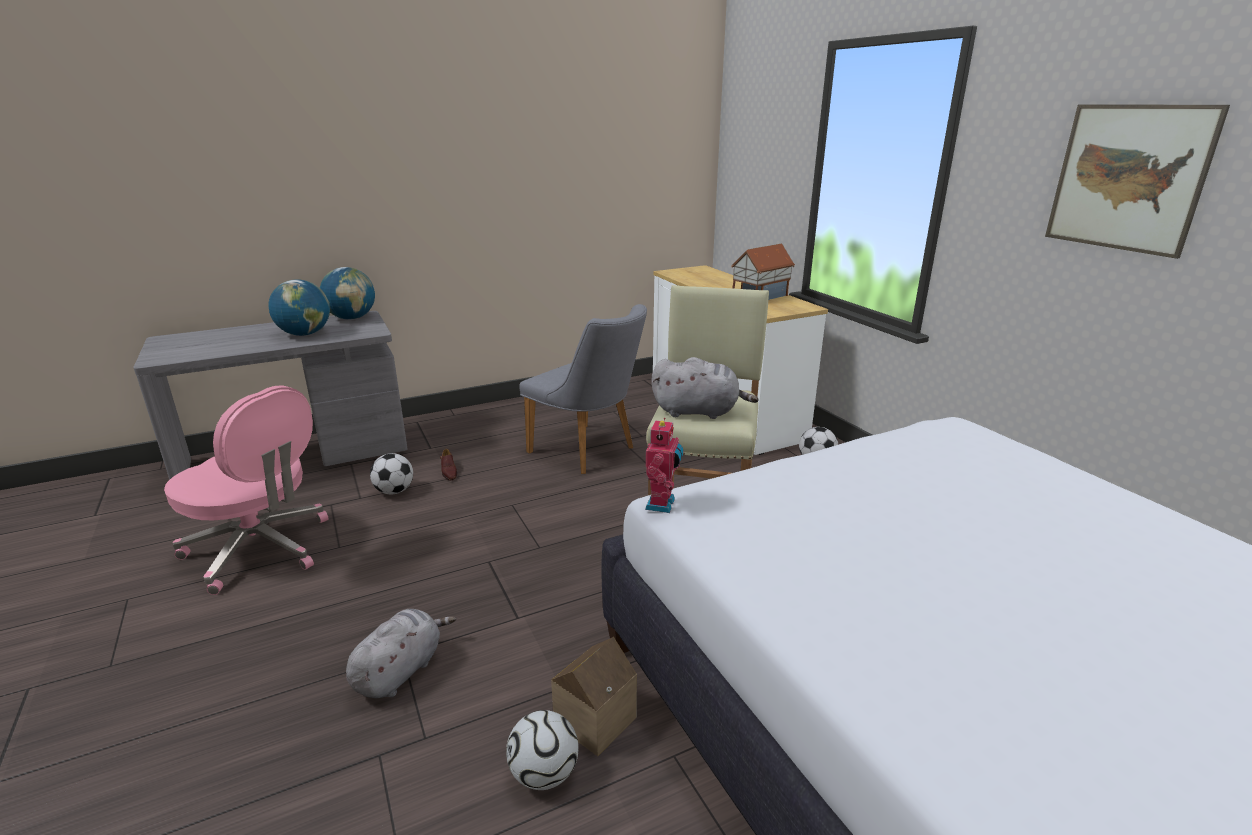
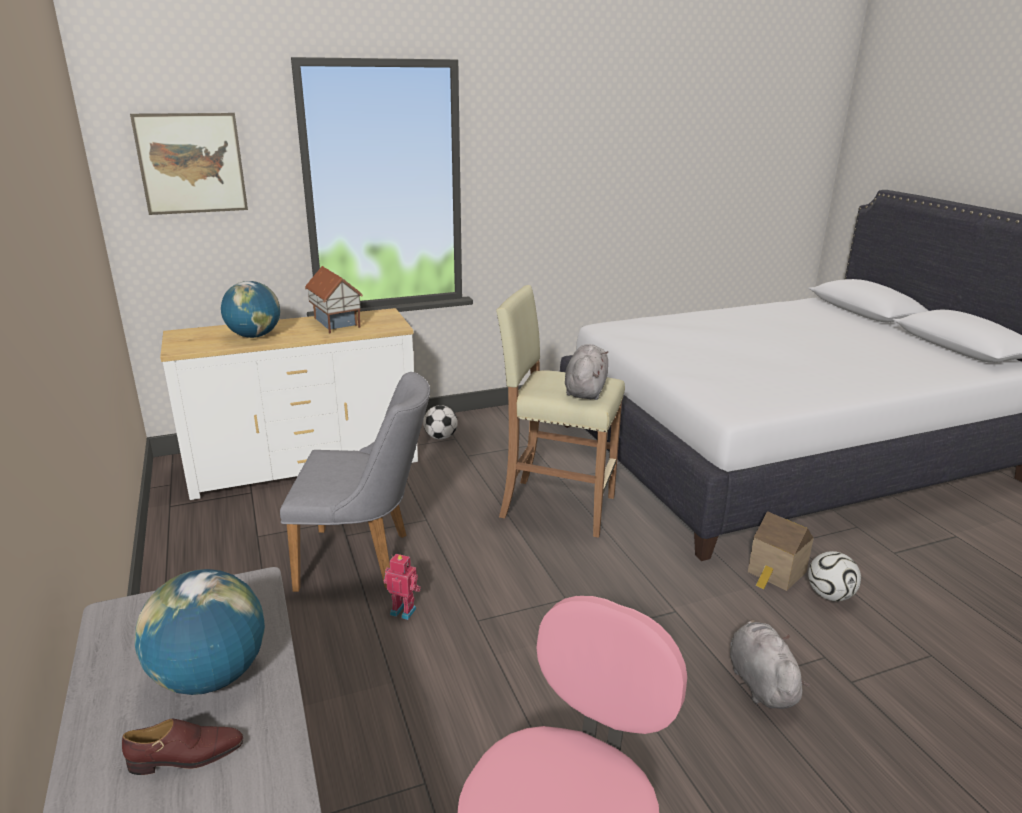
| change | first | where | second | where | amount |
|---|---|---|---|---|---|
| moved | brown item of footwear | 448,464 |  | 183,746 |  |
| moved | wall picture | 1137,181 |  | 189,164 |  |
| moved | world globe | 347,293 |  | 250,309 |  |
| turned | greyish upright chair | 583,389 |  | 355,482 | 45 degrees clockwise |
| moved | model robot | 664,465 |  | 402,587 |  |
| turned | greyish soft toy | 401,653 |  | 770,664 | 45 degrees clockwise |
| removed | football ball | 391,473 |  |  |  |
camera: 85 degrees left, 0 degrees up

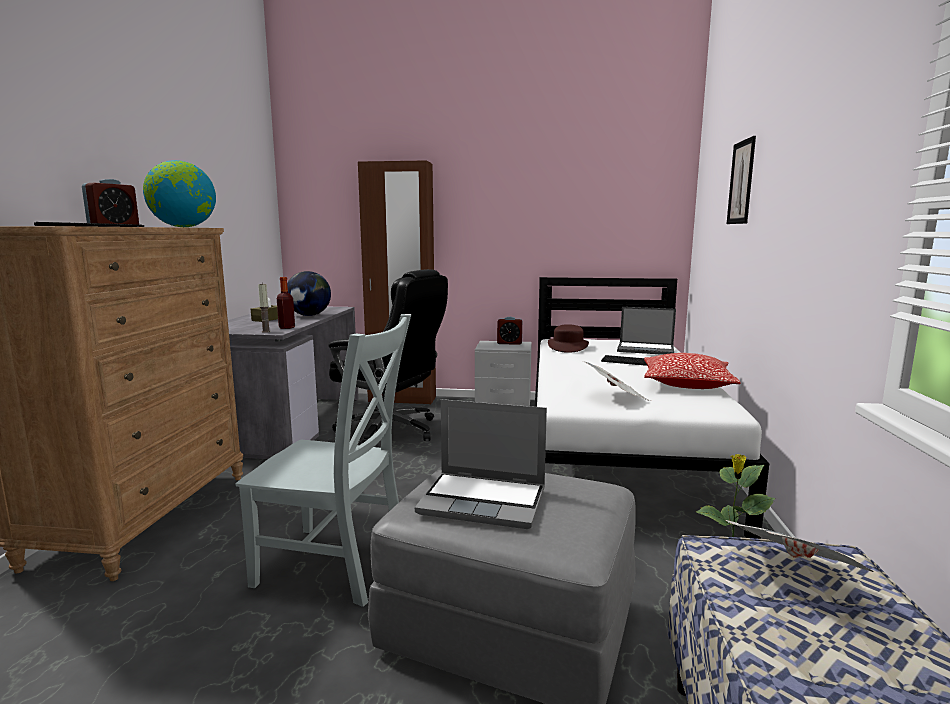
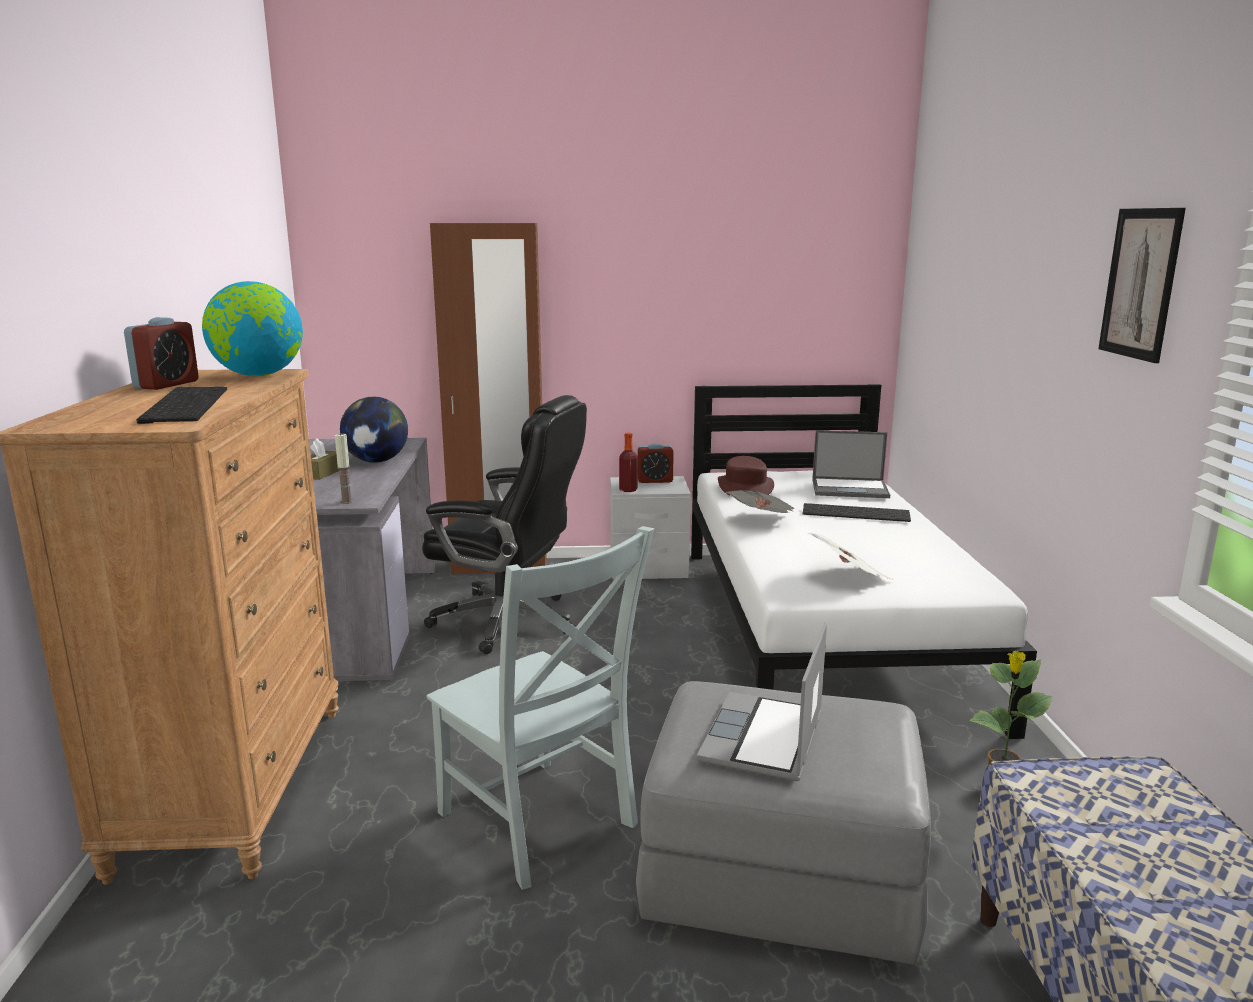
| change | first | where | second | where | amount |
|---|---|---|---|---|---|
| turned | greyish upright chair | 323,460 |  | 540,708 | 45 degrees clockwise |
| moved | drink bottle | 286,303 |  | 628,462 |  |
| turned | laptop | 481,464 |  | 762,702 | 105 degrees clockwise |
| moved | newspaper | 800,546 |  | 759,501 |  |
| moved | wall picture | 741,180 |  | 1142,285 |  |
| removed | throw pillow | 692,371 |  |  |  |
camera: 10 degrees left, 5 degrees up

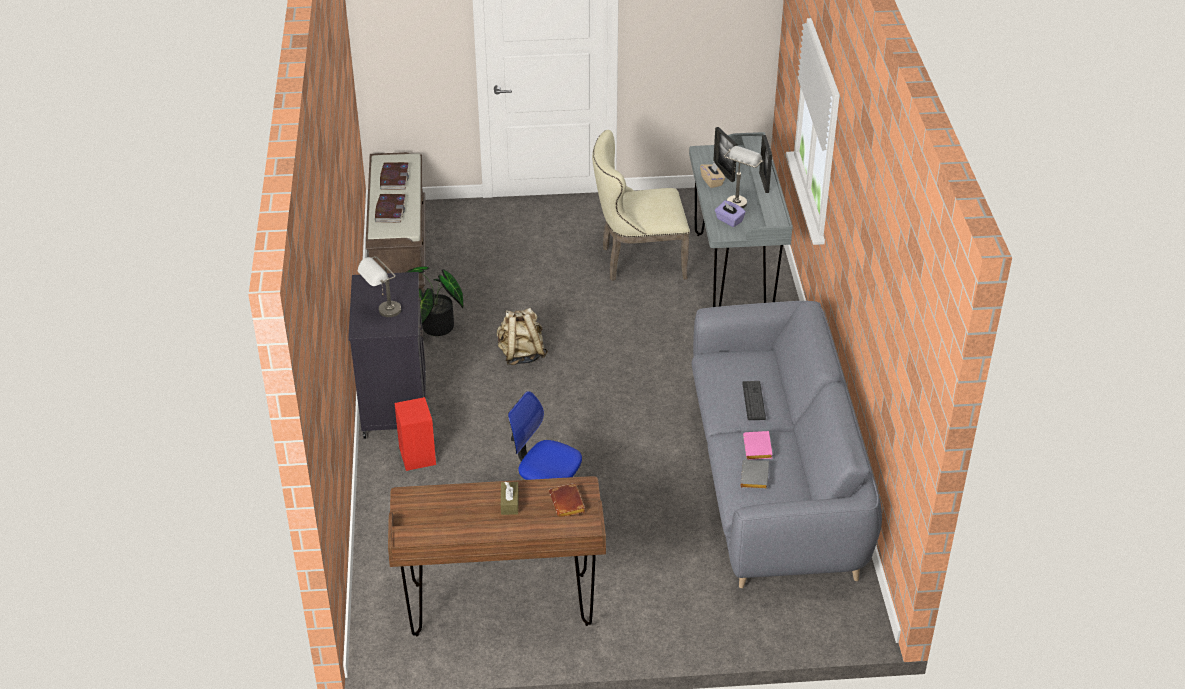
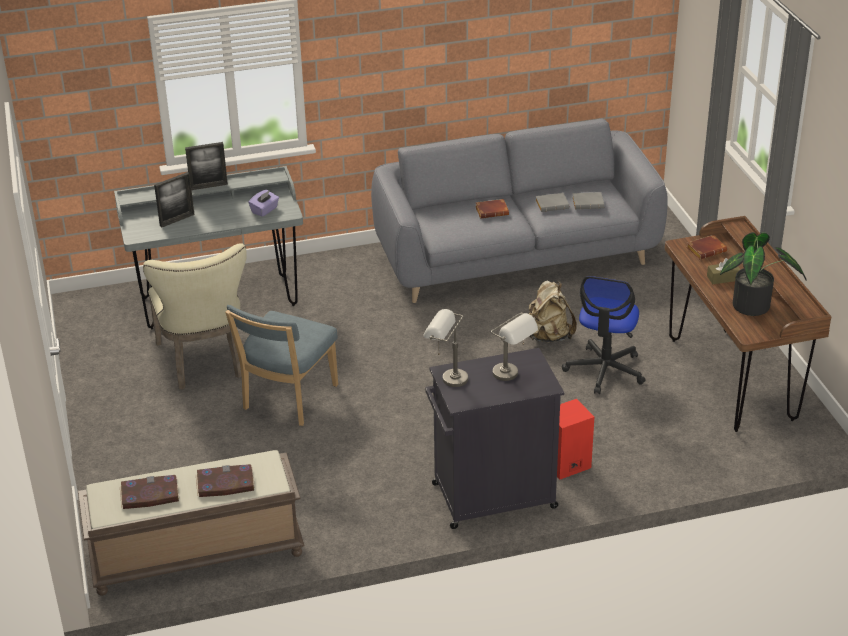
| change | first | where | second | where | amount |
|---|---|---|---|---|---|
| added |  |  | bluish upright chair | 281,365 |  |
| moved | greyish lamp for a table | 743,177 |  | 445,348 |  |
| replaced | computer keyboard | 754,400 | brown bound book | 492,208 |  |
| moved | sand-coloured backpack | 522,336 |  | 553,311 |  |
| recoloured | pinkish bound book | 758,445 | greyish bound book | 552,202 |  |
| moved | plant in a pot | 435,301 |  | 763,274 |  |
| removed | sand-coloured box of tissues | 712,175 |  |  |  |
camera: 100 degrees left, 5 degrees down

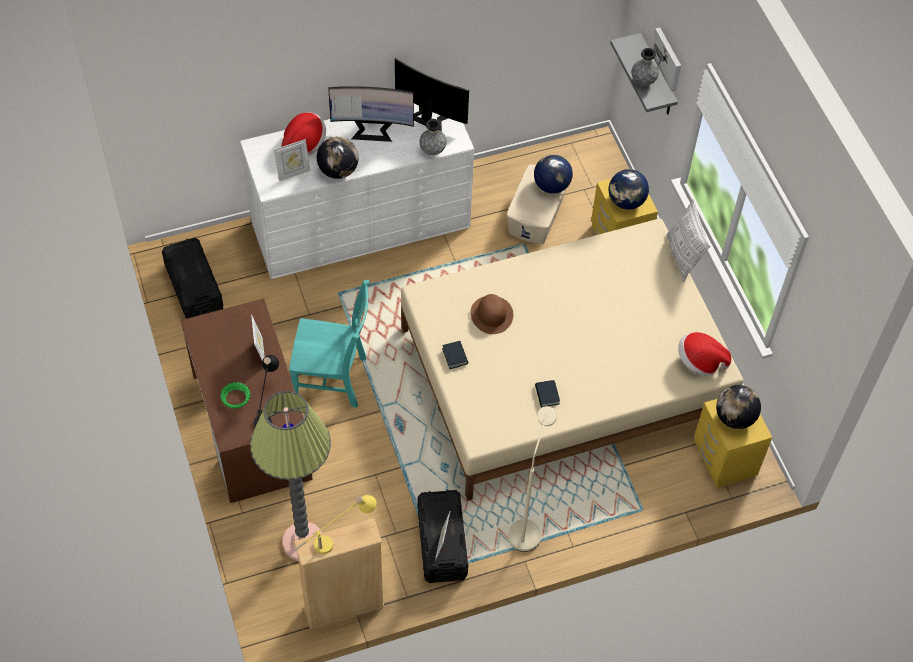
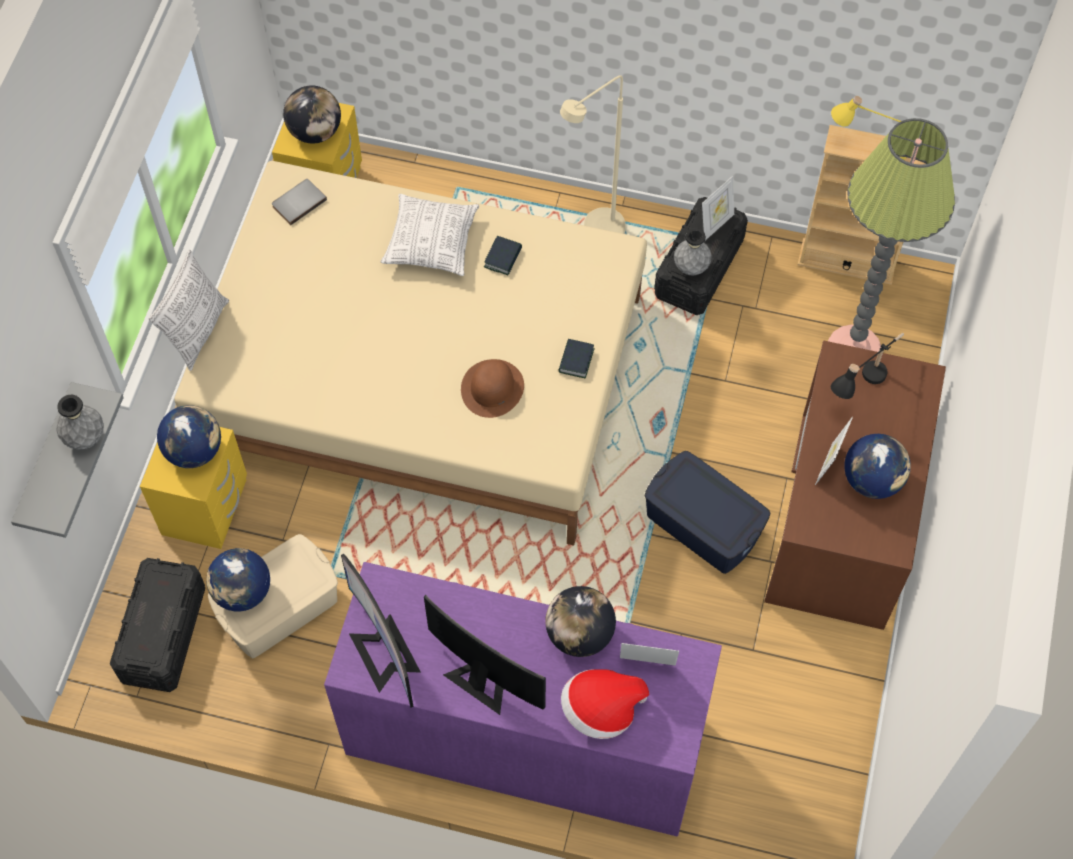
| change | first | where | second | where | amount |
|---|---|---|---|---|---|
| moved | black-coloured storage box | 192,278 |  | 157,625 |  |
| replaced | wearable hat | 704,354 | greyish bound book | 299,202 |  |
| recoloured | whitish chest of drawers | 357,191 | purplish chest of drawers | 523,699 |  |
| added |  |  | throw pillow | 430,235 |  |
| replaced | turquoise-coloured upright chair | 329,344 | bluish storage box | 707,512 |  |
| moved | greyish vase | 433,137 |  | 693,252 |  |
| added |  |  | world globe | 877,466 |  |
| removed | green serving bowl | 235,395 |  |  |  |
| removed | wall picture | 666,59 |  |  |  |
camera: 145 degrees left, 5 degrees up

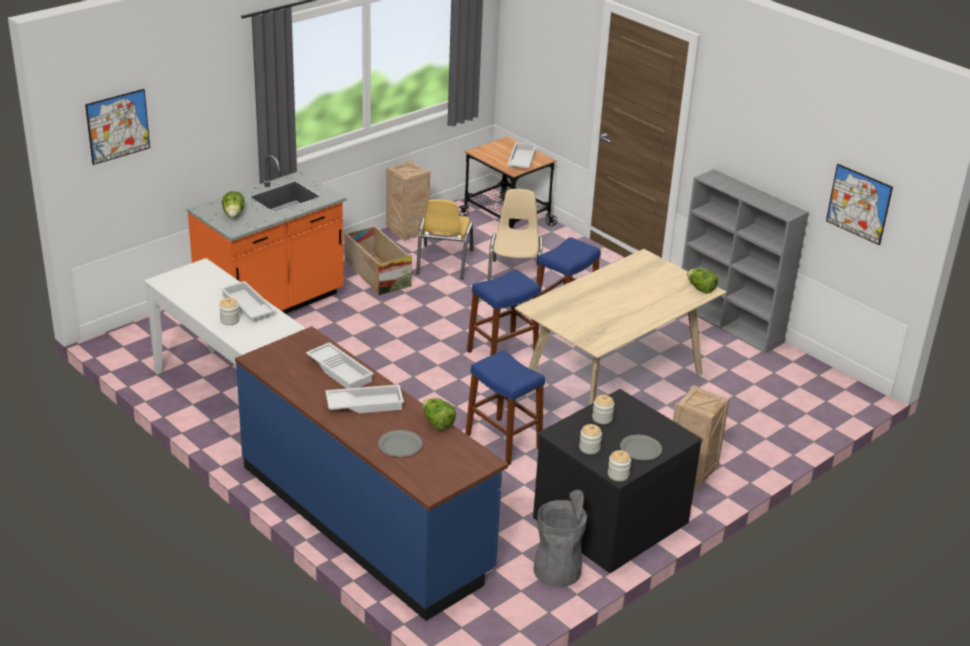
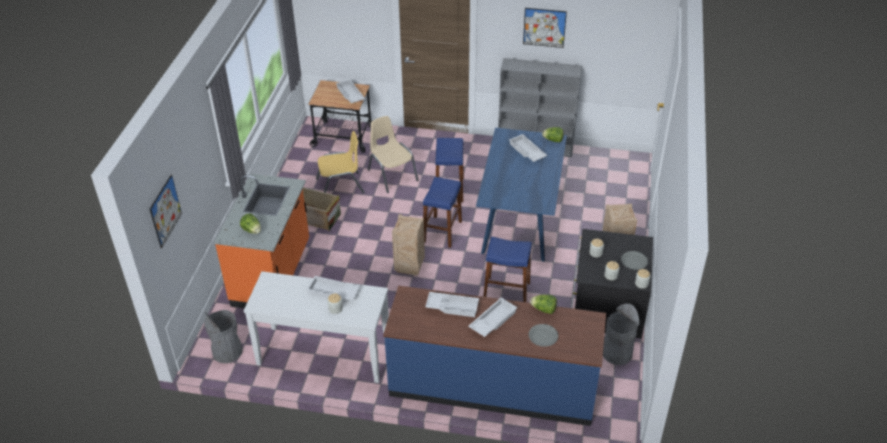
| change | first | where | second | where | amount |
|---|---|---|---|---|---|
| added |  |  | greyish trash can | 223,336 |  |
| turned | yellowish upright chair | 444,239 |  | 340,162 | 75 degrees counterclockwise |
| moved | shipping crate | 408,200 |  | 408,245 |  |
| recoloured | sand-coloured dinner table | 621,327 | bluish dinner table | 521,195 |  |
| added |  |  | whitish serving tray | 528,148 |  |
| moved | wall picture | 859,204 |  | 545,28 |  |
camera: 35 degrees left, 10 degrees up

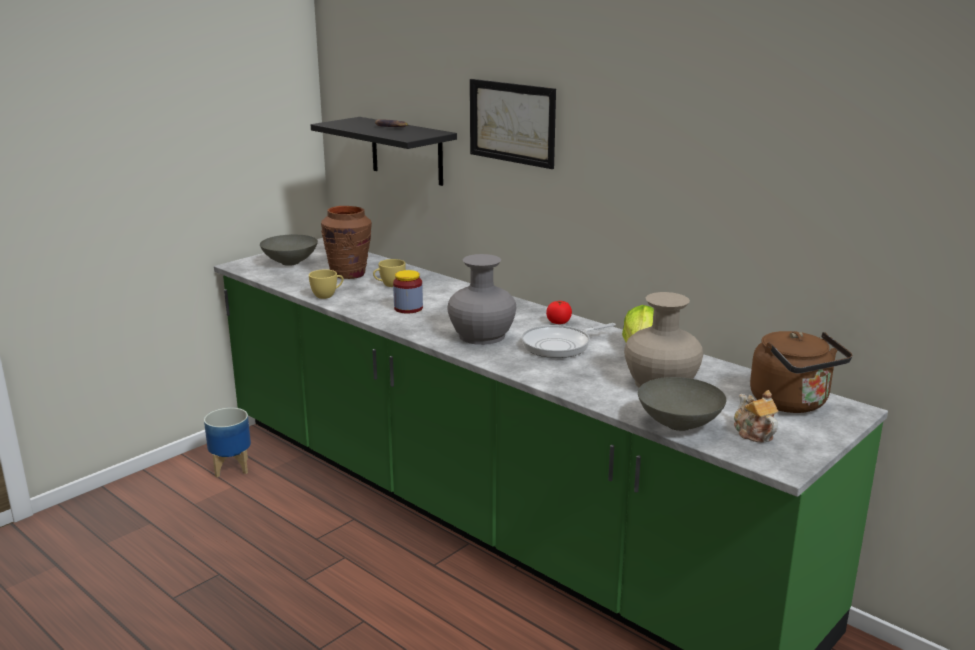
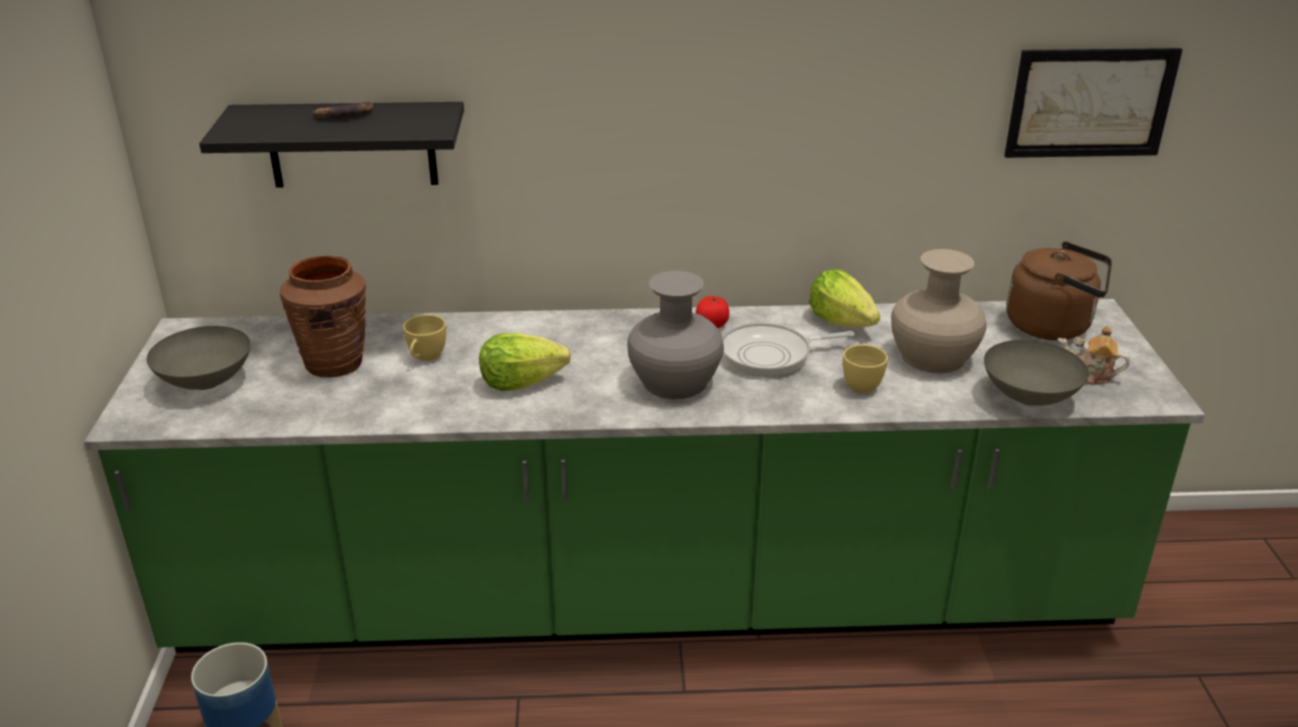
| change | first | where | second | where | amount |
|---|---|---|---|---|---|
| replaced | storage jar | 408,291 | lettuce head | 525,362 |  |
| turned | skillet | 568,340 |  | 788,350 | 60 degrees clockwise |
| moved | yellowish cup | 326,284 |  | 865,368 |  |
| moved | wall picture | 513,124 |  | 1093,103 |  |
camera: 45 degrees left, 10 degrees up

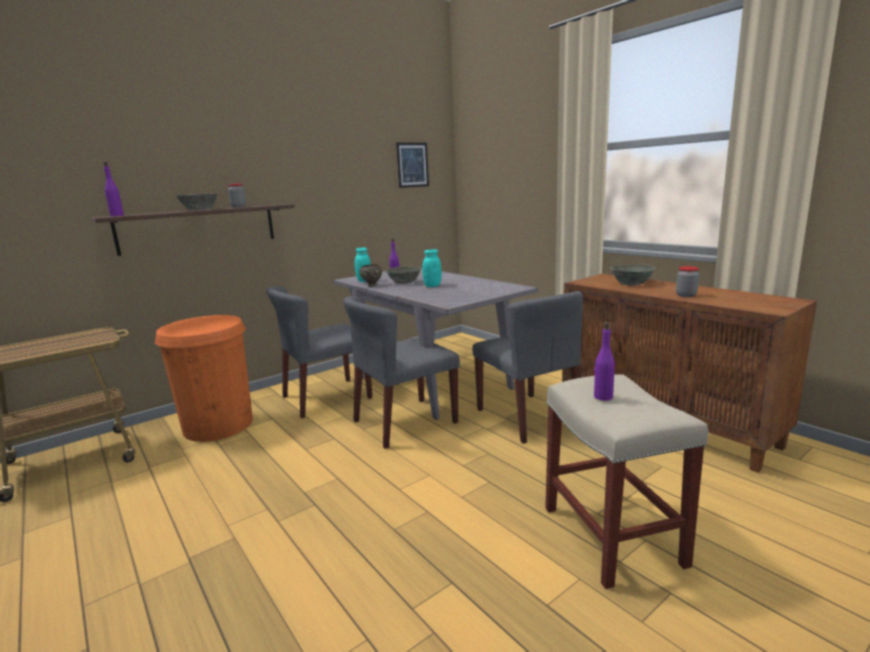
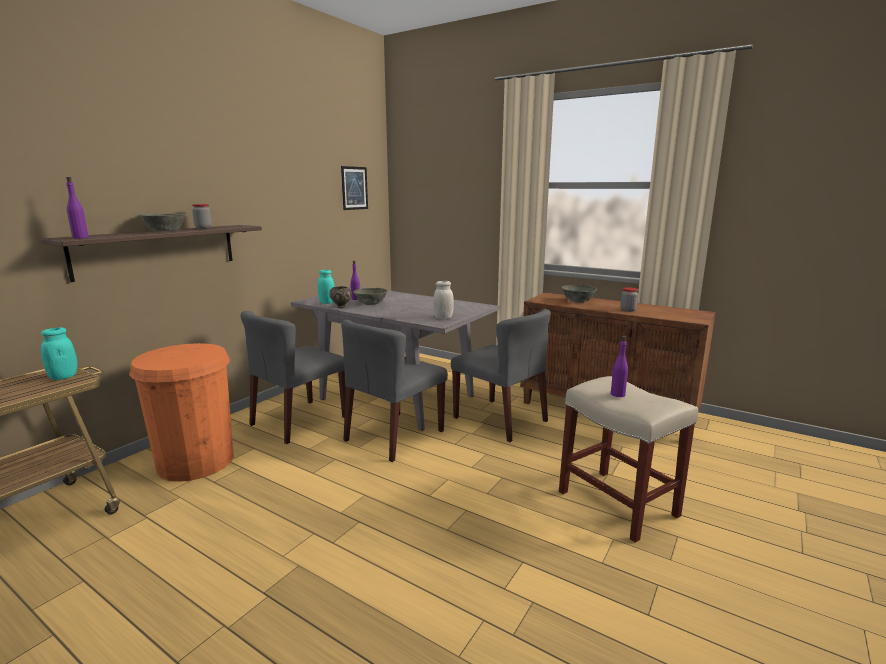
| change | first | where | second | where | amount |
|---|---|---|---|---|---|
| moved | turquoise-coloured storage jar | 432,268 |  | 59,353 |  |
| added |  |  | whitish storage jar | 443,300 |  |
camera: 20 degrees left, 0 degrees up

